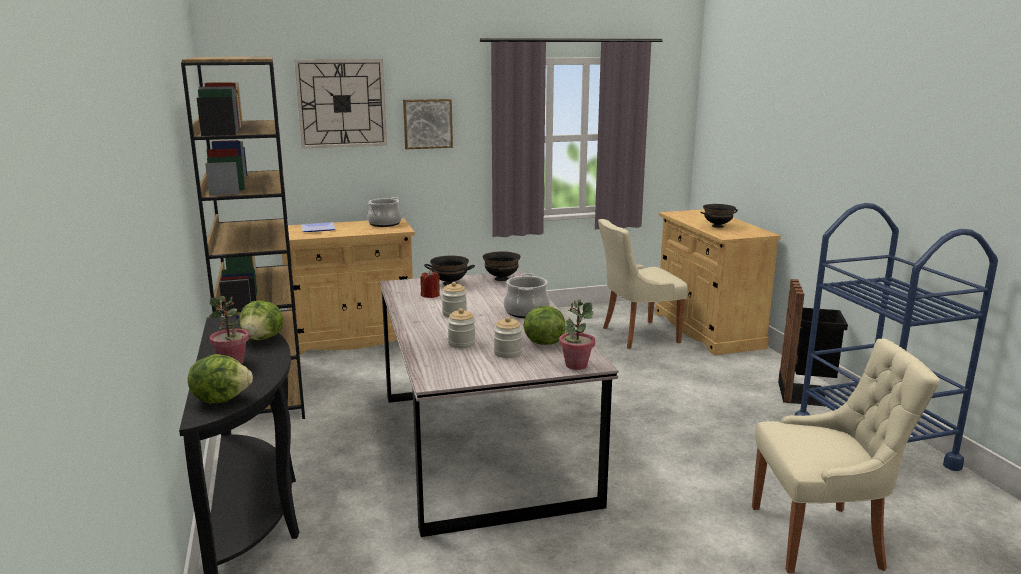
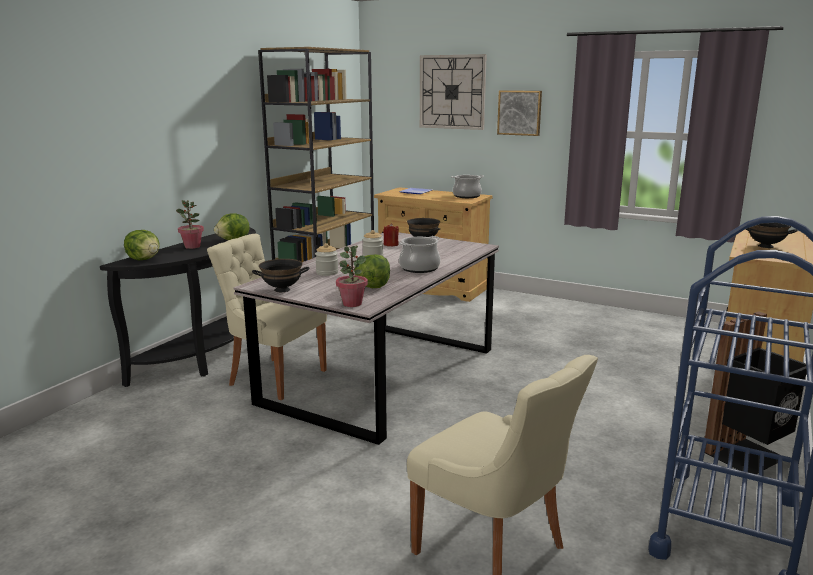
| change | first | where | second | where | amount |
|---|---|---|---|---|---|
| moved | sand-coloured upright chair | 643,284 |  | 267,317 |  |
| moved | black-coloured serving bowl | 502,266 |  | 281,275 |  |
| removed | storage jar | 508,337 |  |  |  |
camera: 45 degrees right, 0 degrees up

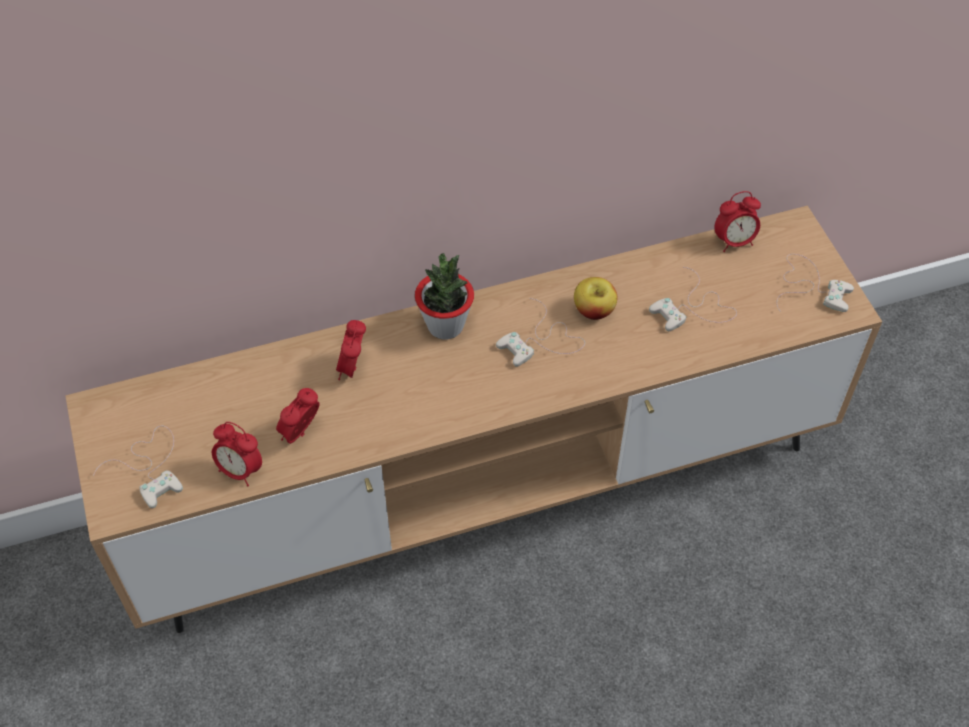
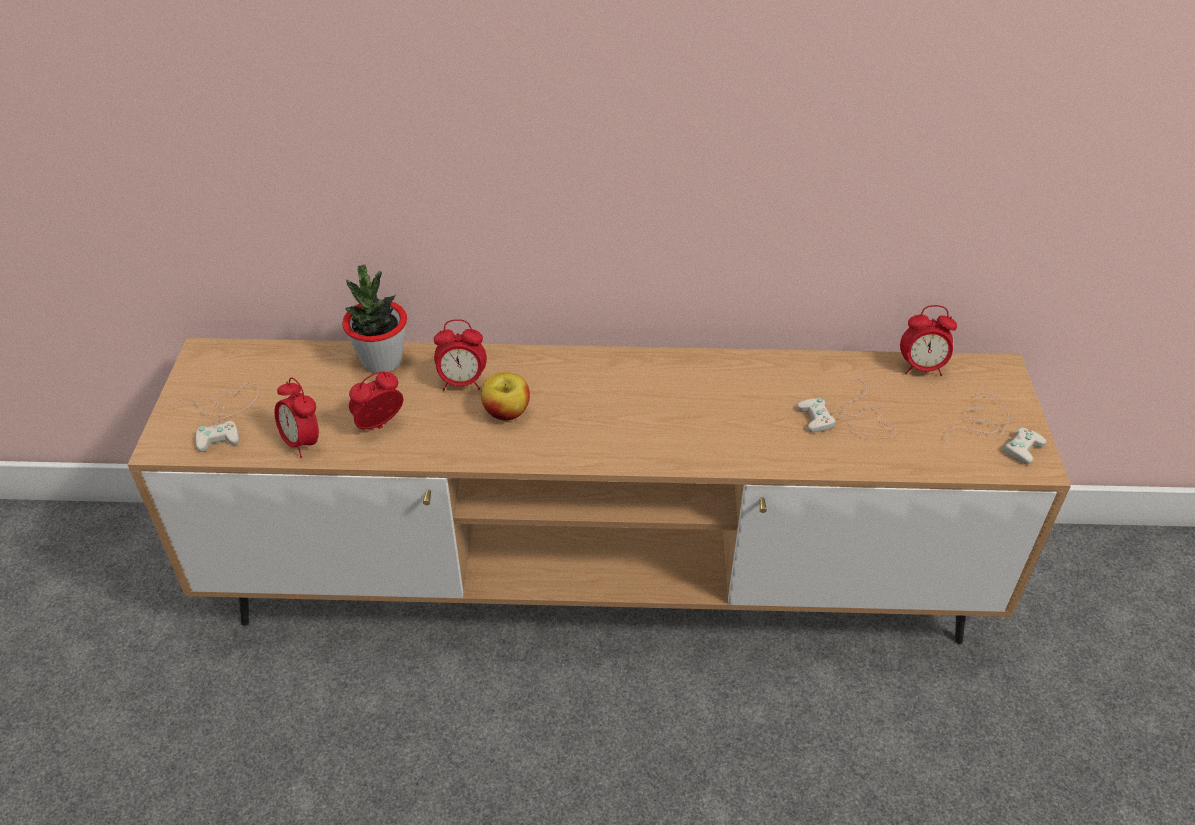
| change | first | where | second | where | amount |
|---|---|---|---|---|---|
| moved | plant in a pot | 444,296 |  | 374,319 |  |
| turned | bedside clock | 351,350 |  | 460,354 | 120 degrees counterclockwise |
| moved | apple fruit | 595,298 |  | 505,396 |  |
| removed | whitish gamepad | 540,332 |  |  |  |
camera: 20 degrees right, 10 degrees down

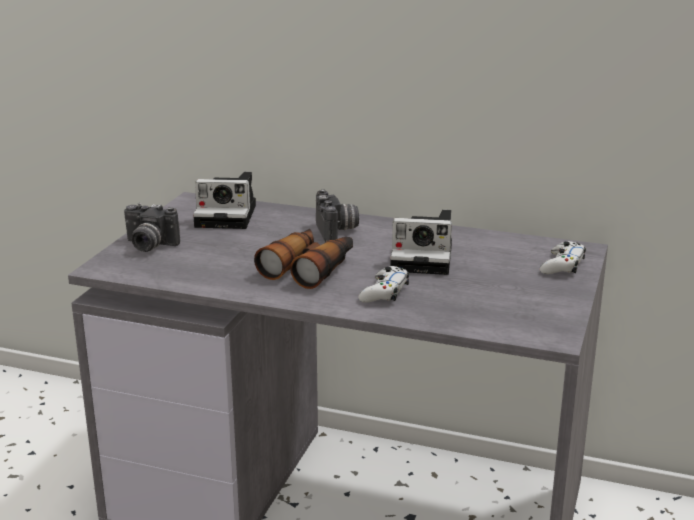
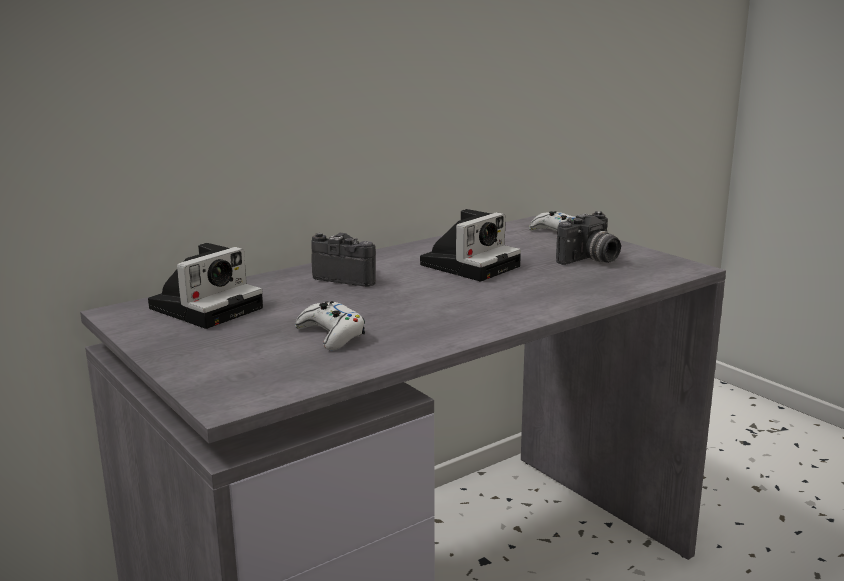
| change | first | where | second | where | amount |
|---|---|---|---|---|---|
| moved | whitish gamepad | 383,284 |  | 330,326 |  |
| moved | still camera | 152,227 |  | 588,238 |  |
| removed | pair of binoculars | 303,259 |  |  |  |
camera: 55 degrees left, 5 degrees down

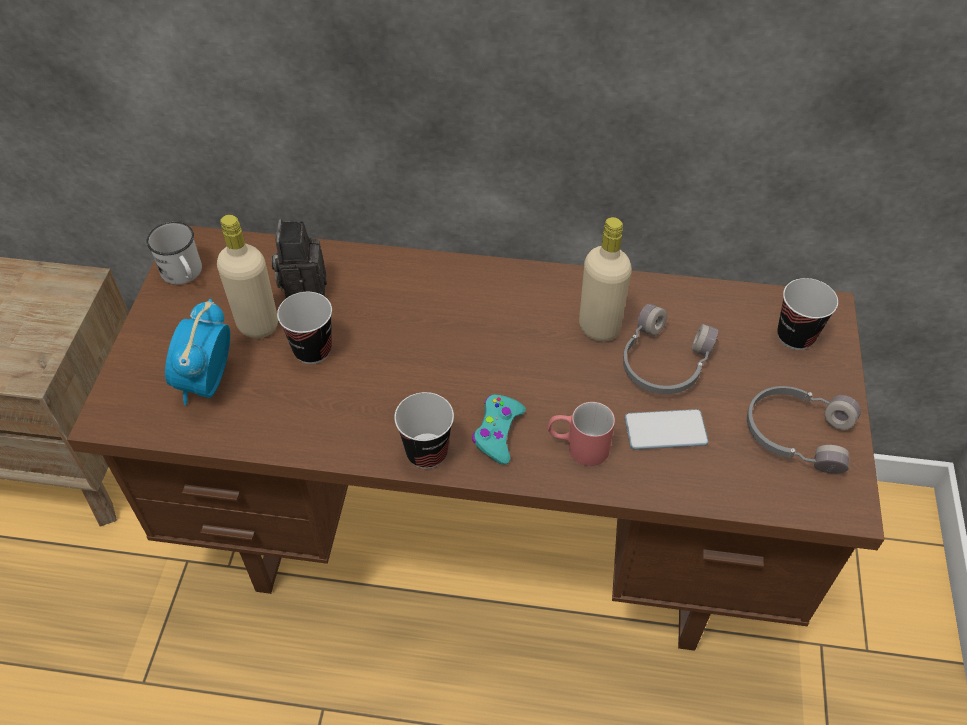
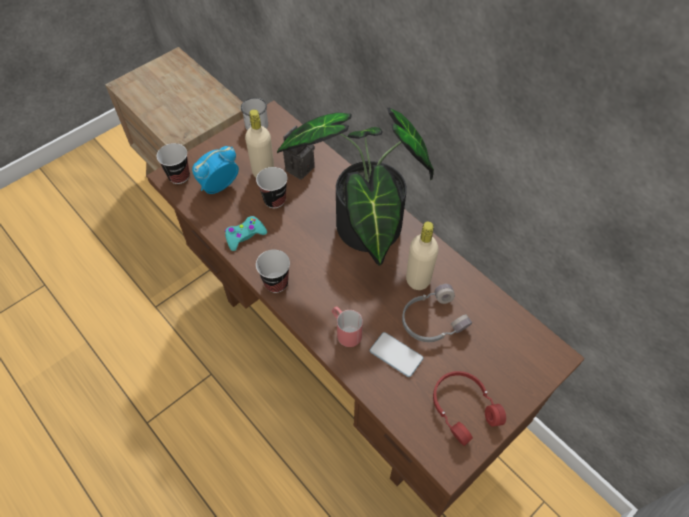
| change | first | where | second | where | amount |
|---|---|---|---|---|---|
| moved | cup | 807,314 |  | 173,163 |  |
| moved | turquoise-coloured gamepad | 499,430 |  | 246,233 |  |
| added |  |  | plant in a pot | 355,187 |  |
| recoloured | greyish headset | 804,430 | reddish headset | 469,408 |  |
camera: 40 degrees right, 5 degrees up

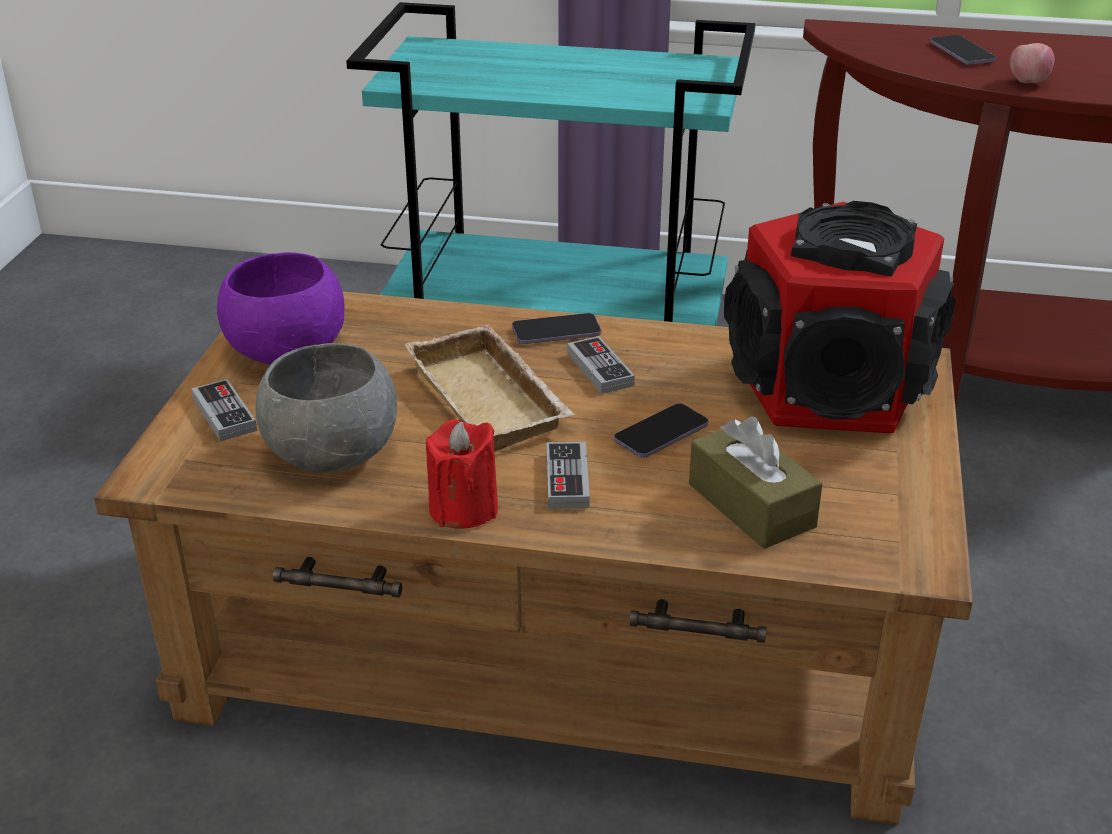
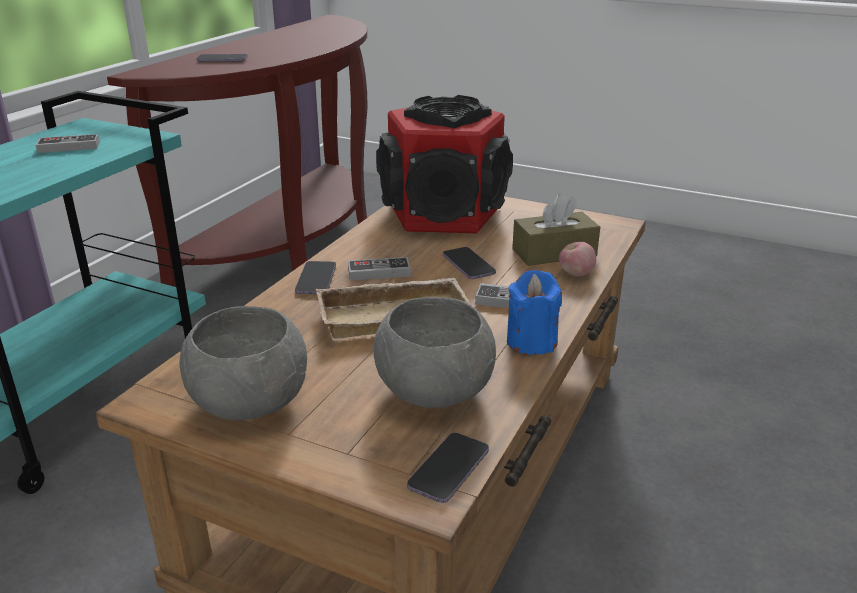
| change | first | where | second | where | amount |
|---|---|---|---|---|---|
| moved | gamepad | 224,410 |  | 68,143 |  |
| recoloured | purplish serving bowl | 281,308 | greyish serving bowl | 243,363 |  |
| added |  |  | telephone | 448,468 |  |
| recoloured | reddish candle | 462,474 | bluish candle | 534,312 |  |
| moved | apple fruit | 1032,63 |  | 577,259 |  |
camera: 75 degrees left, 5 degrees down

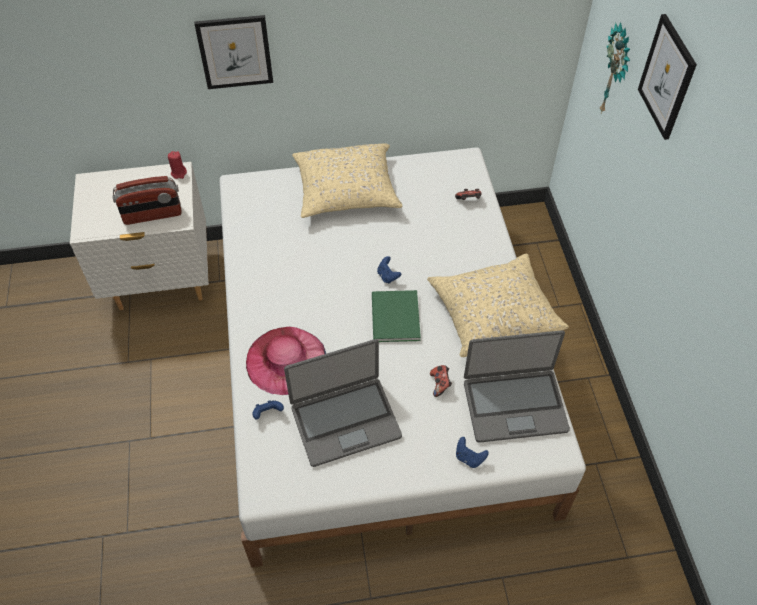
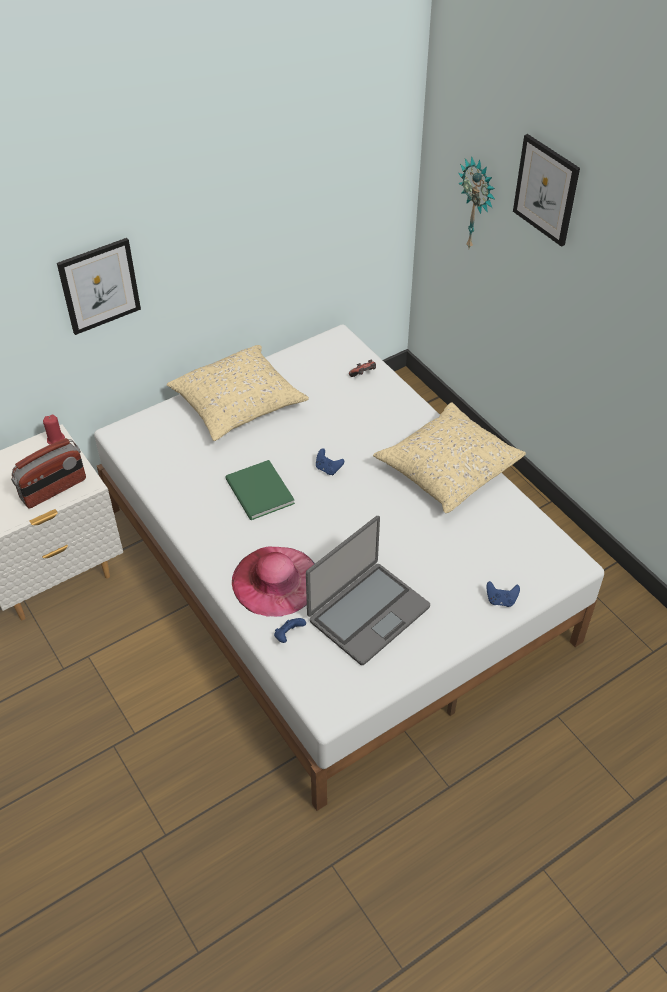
| change | first | where | second | where | amount |
|---|---|---|---|---|---|
| moved | green bound book | 396,316 |  | 260,490 |  |
| removed | gamepad | 441,381 |  |  |  |
| removed | laptop | 517,386 |  |  |  |
camera: 25 degrees left, 5 degrees down

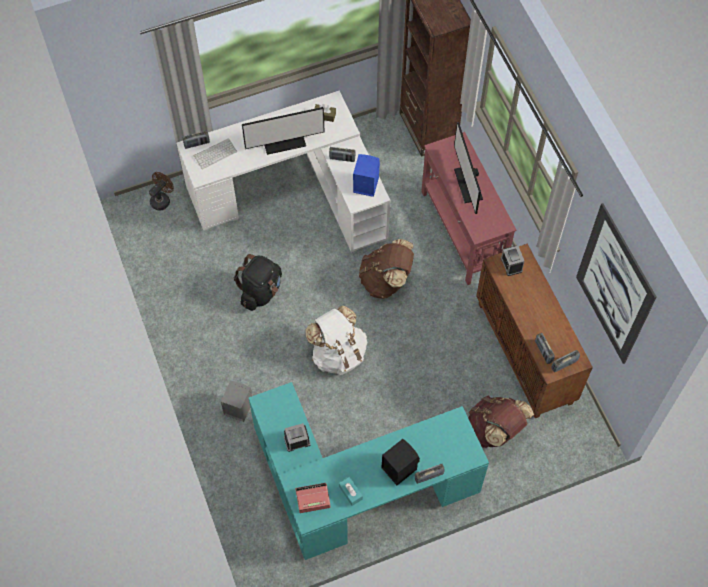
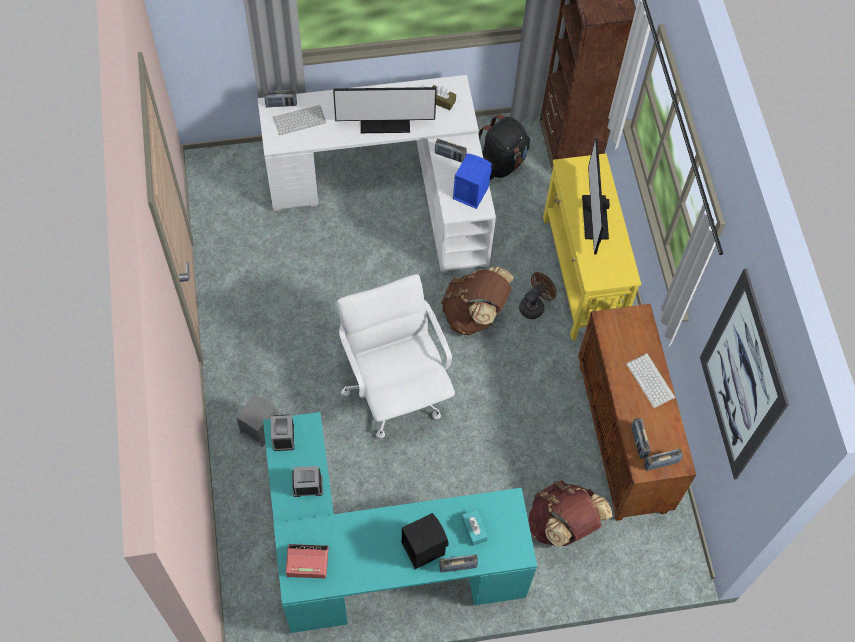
| change | first | where | second | where | amount |
|---|---|---|---|---|---|
| moved | bedside clock | 513,261 |  | 282,432 |  |
| replaced | whitish backpack | 336,340 | whitish office chair | 396,356 |  |
| moved | turquoise-coloured box of tissues | 351,491 |  | 474,528 |  |
| moved | black-coloured backpack | 257,282 |  | 504,147 |  |
| moved | brown electric fan | 161,191 |  | 538,295 |  |
| recoloured | reddish hall table | 468,208 | yellowish hall table | 592,247 |  |
| added |  |  | computer keyboard | 651,380 |  |
camera: 10 degrees right, 0 degrees up

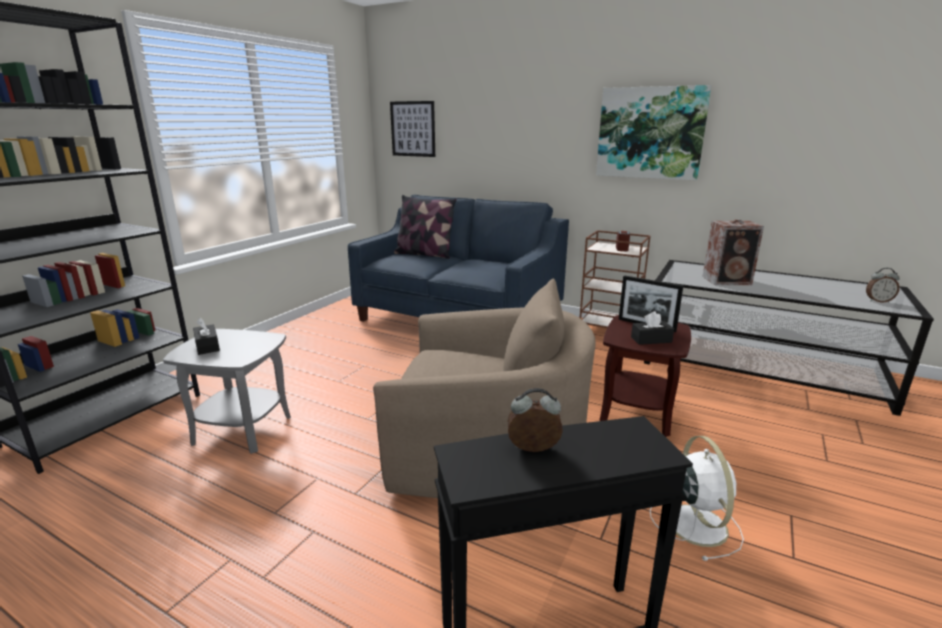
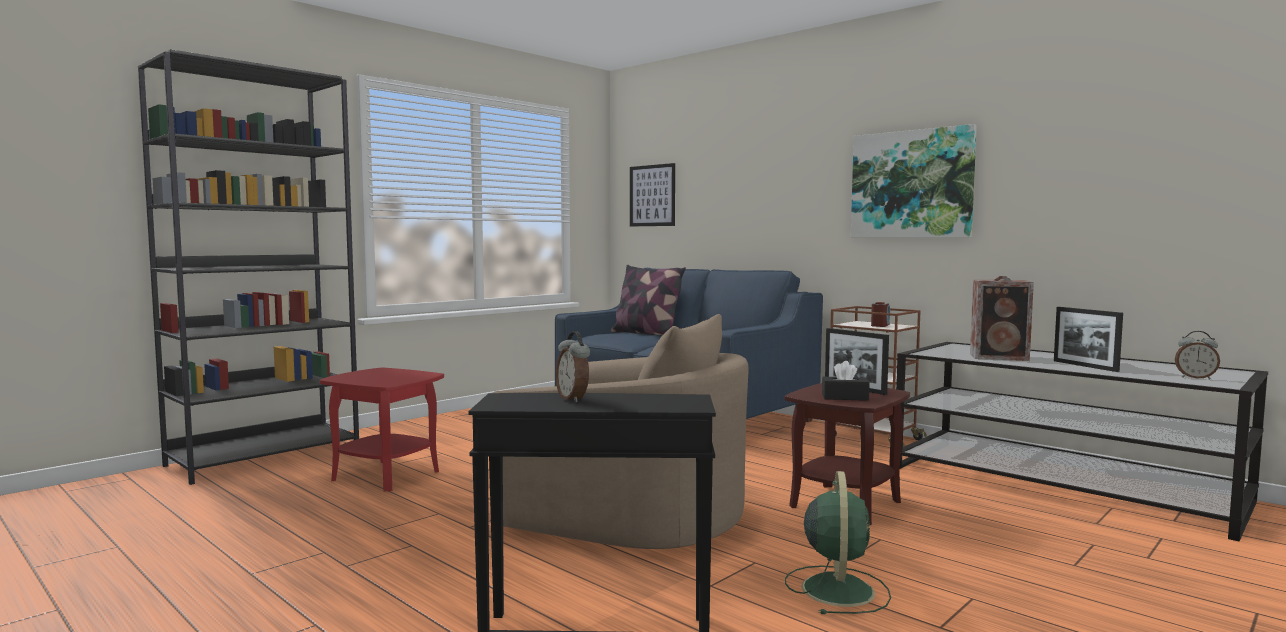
| change | first | where | second | where | amount |
|---|---|---|---|---|---|
| recoloured | greyish end table | 227,391 | reddish end table | 382,430 |  |
| turned | bedside clock | 535,420 |  | 573,367 | 135 degrees counterclockwise |
| recoloured | whitish electric fan | 697,498 | green electric fan | 838,542 |  |
| added |  |  | photo frame | 1088,339 |  |
| removed | black-coloured box of tissues | 206,336 |  |  |  |
camera: 15 degrees right, 15 degrees down

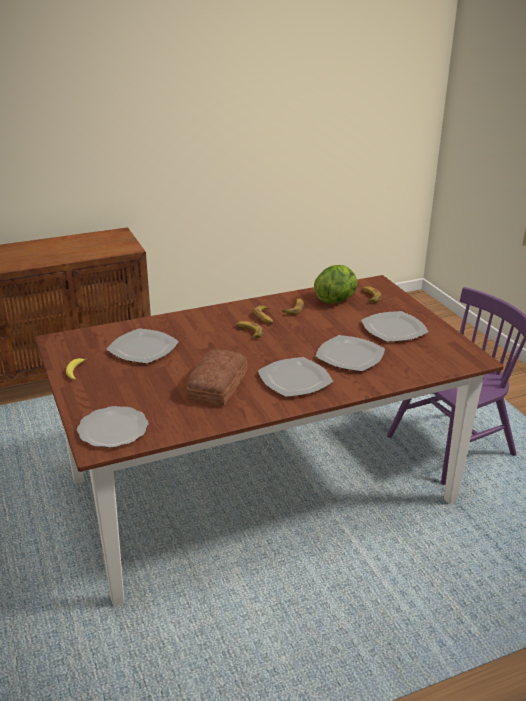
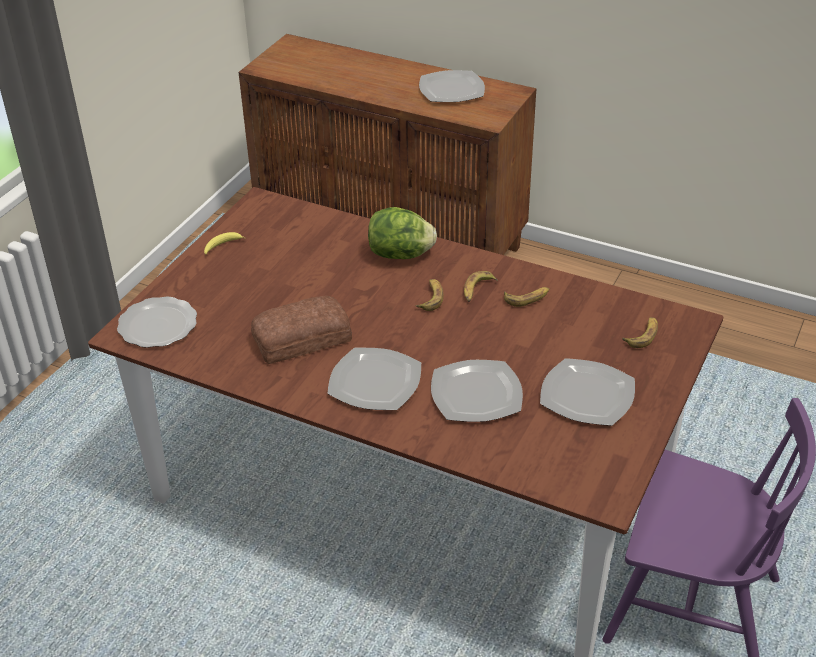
| change | first | where | second | where | amount |
|---|---|---|---|---|---|
| moved | lettuce head | 336,284 |  | 402,233 |  |
| moved | plate | 142,346 |  | 452,86 |  |
camera: 50 degrees right, 10 degrees up

